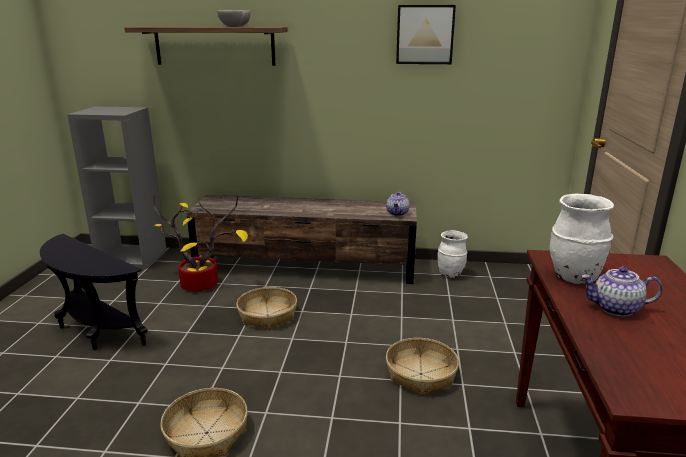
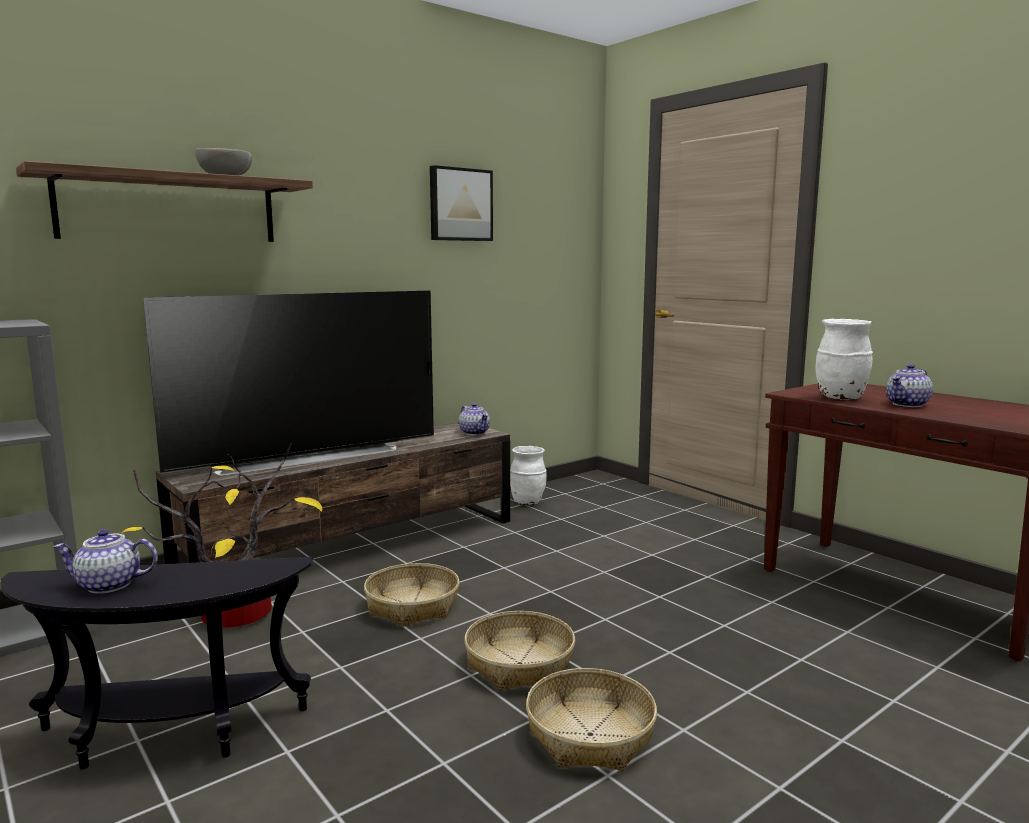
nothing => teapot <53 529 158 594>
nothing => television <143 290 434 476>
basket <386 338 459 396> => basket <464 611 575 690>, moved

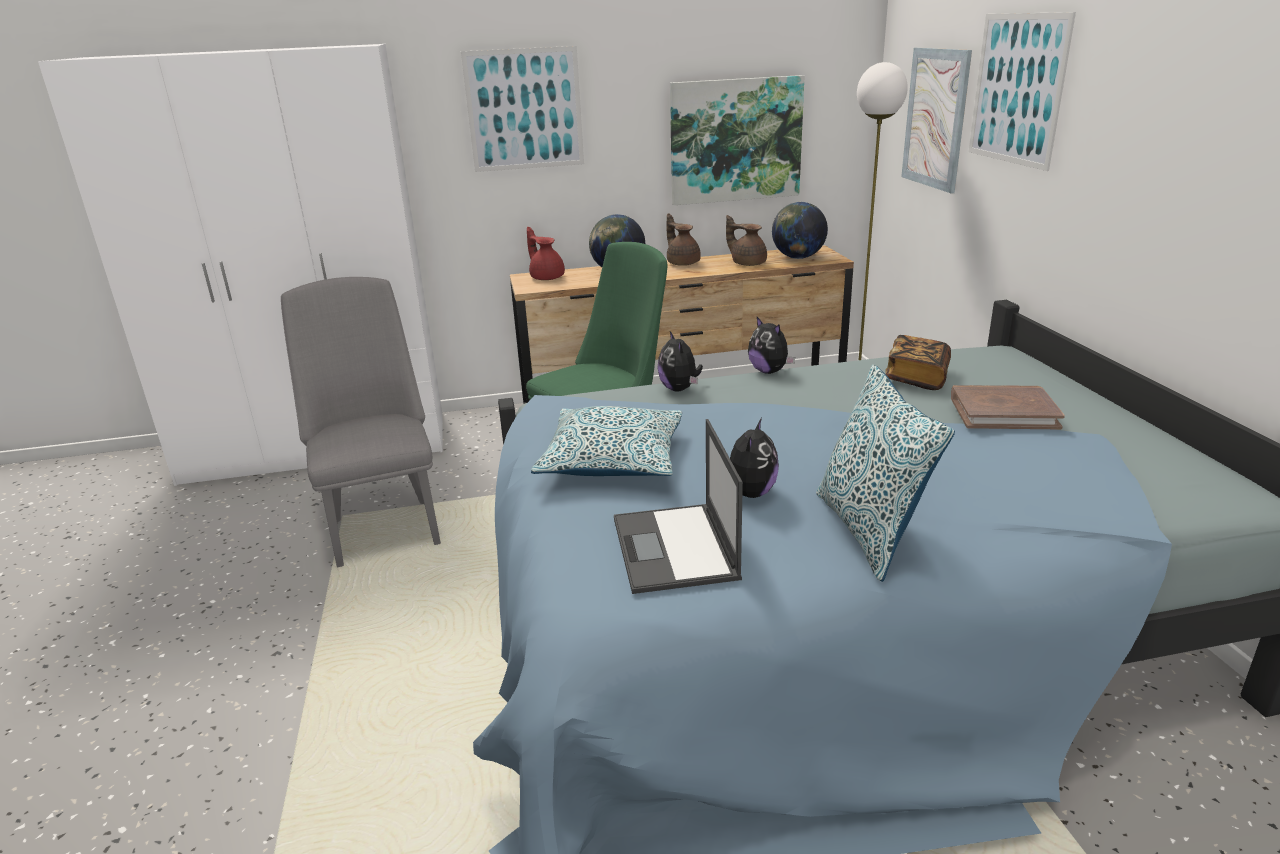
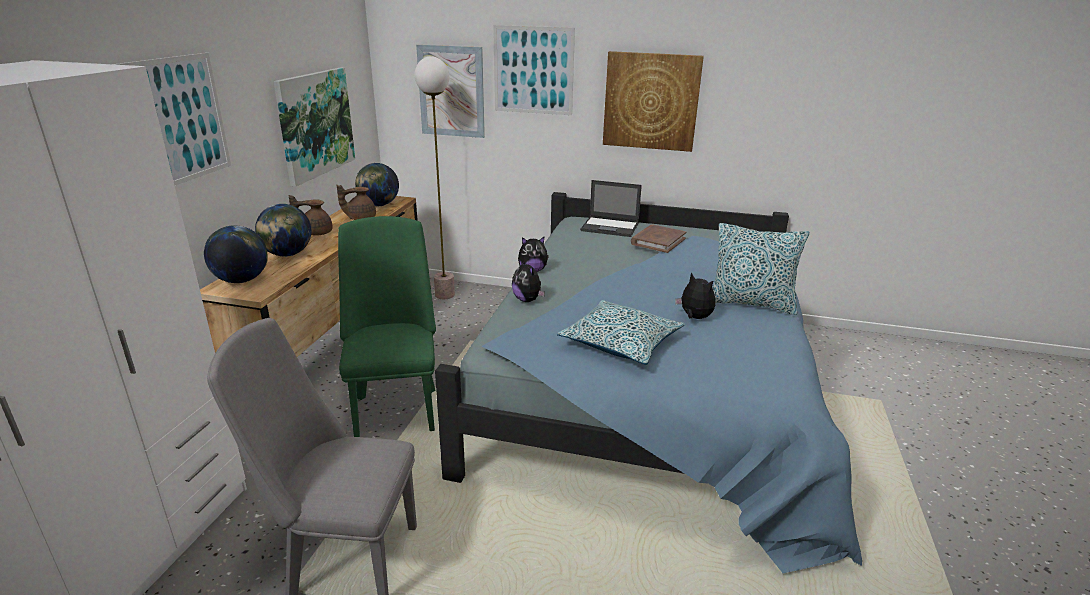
book <885 335 951 390> => nothing
nothing => picture <603 51 704 152>
laptop <614 419 743 594> => laptop <580 180 642 237>, moved
red teapot <527 227 565 280> => globe <204 225 268 283>
plush toy <658 331 703 391> => plush toy <512 259 545 302>, 45 degrees clockwise

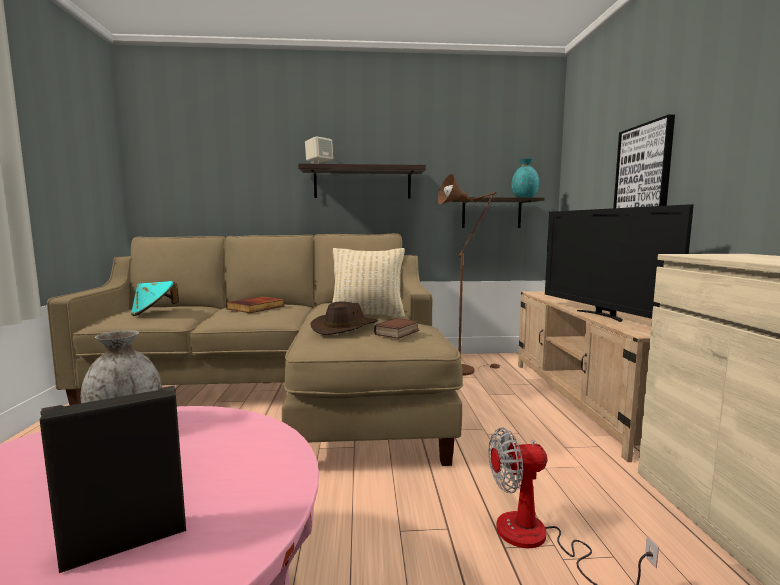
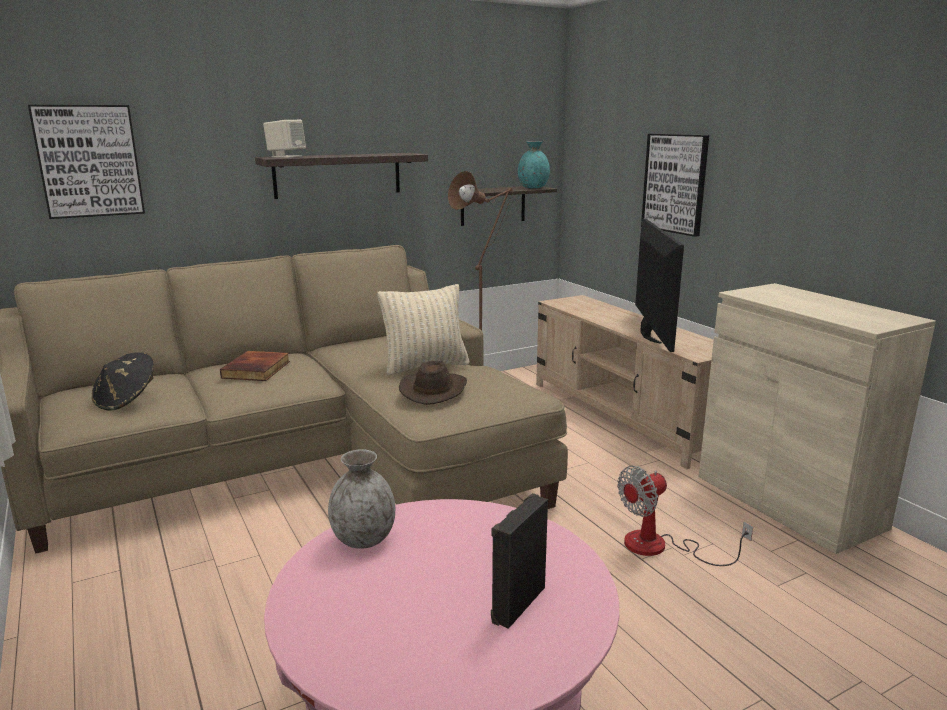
book <374 318 419 339> => nothing
nothing => picture <28 105 145 219>
turquoise hat <131 281 179 316> => black hat <92 353 154 411>
television <545 204 694 322> => television <635 218 684 352>, 135 degrees counterclockwise

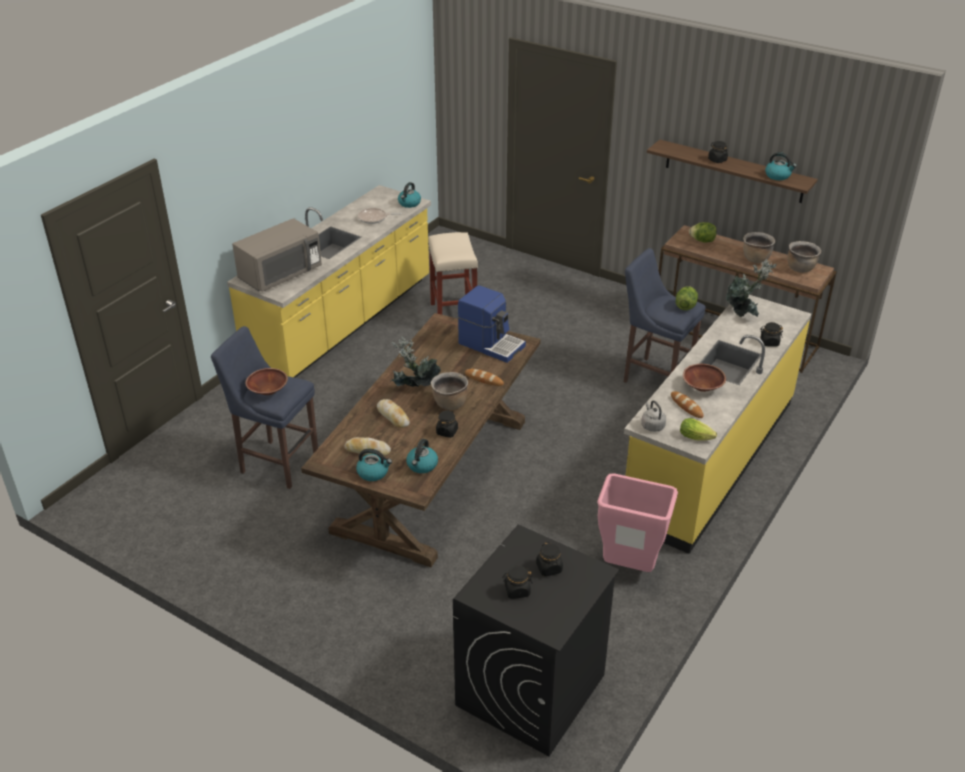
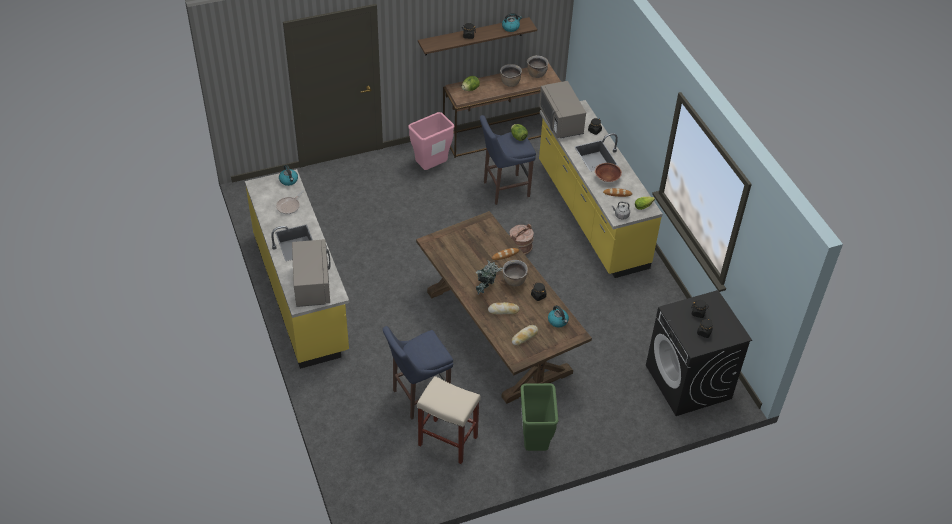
brown bowl <245 368 288 395> => nothing
kettle <356 449 392 481> => nothing
coffee machine <458 285 526 363> => nothing
nothing => brown bucket <510 224 534 255>
nothing => green trash can <521 383 558 451>
beige stool <428 232 478 315> => beige stool <417 376 481 464>, moved
pink trash can <597 473 678 572> => pink trash can <408 112 454 170>, moved
potted plant <726 259 776 317> => grey microwave <539 81 586 138>

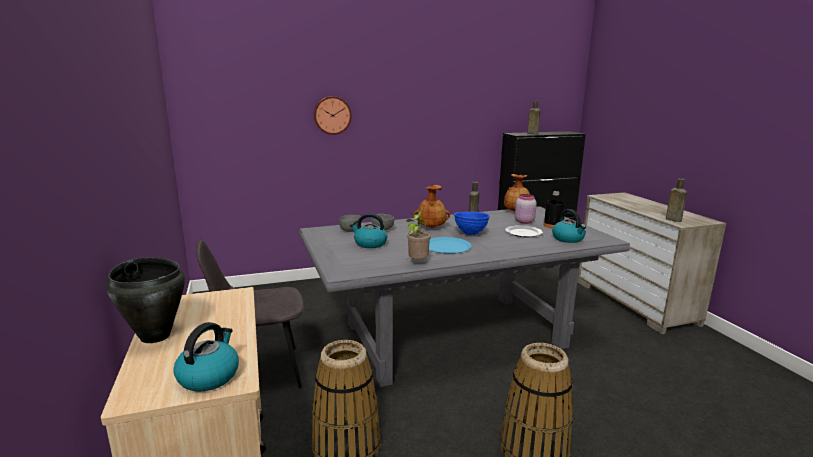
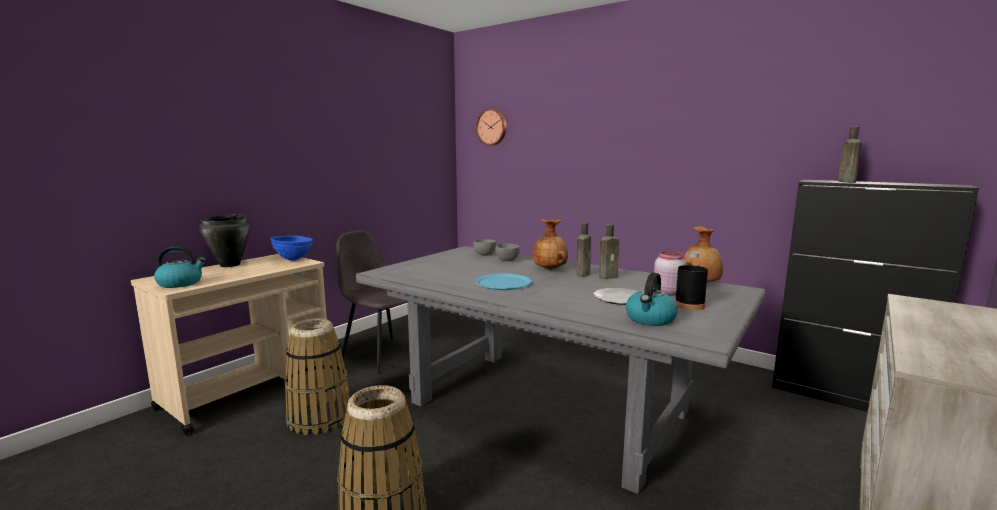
kettle <350 213 387 248> => nothing
potted plant <407 210 430 259> => nothing
wall clock <314 96 352 135> => wall clock <476 109 507 145>, moved
blue bowl <454 212 490 235> => blue bowl <270 235 313 261>, moved
brown bottle <666 178 687 222> => brown bottle <576 222 591 277>, moved

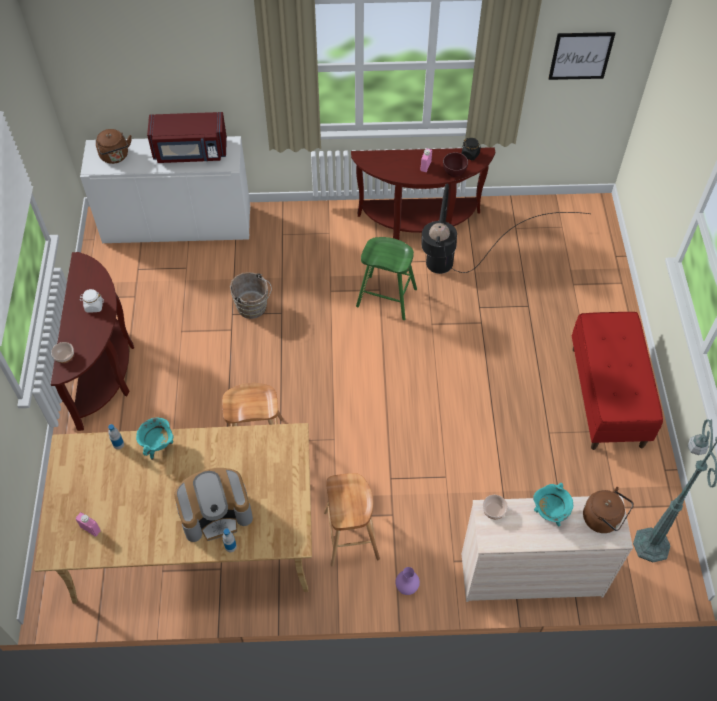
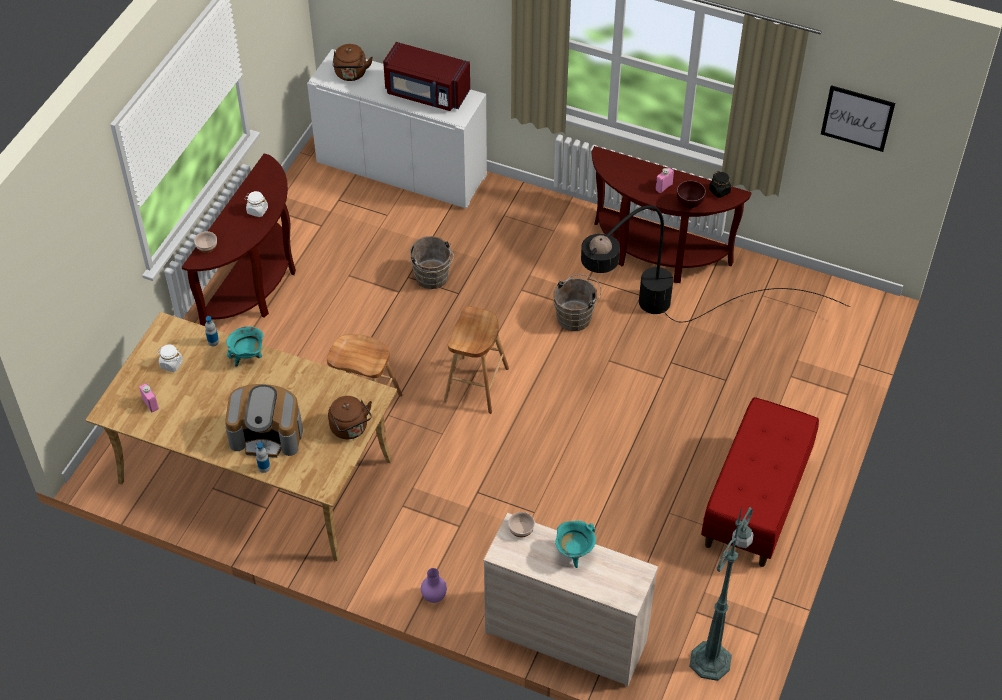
nothing => white jar <157 345 183 372>
brown stool <324 473 380 567> => brown stool <444 306 509 414>, moved
brown kettle <583 487 634 533> => brown kettle <328 396 372 439>, moved
green stool <356 237 417 320> => brown bucket <554 274 601 331>

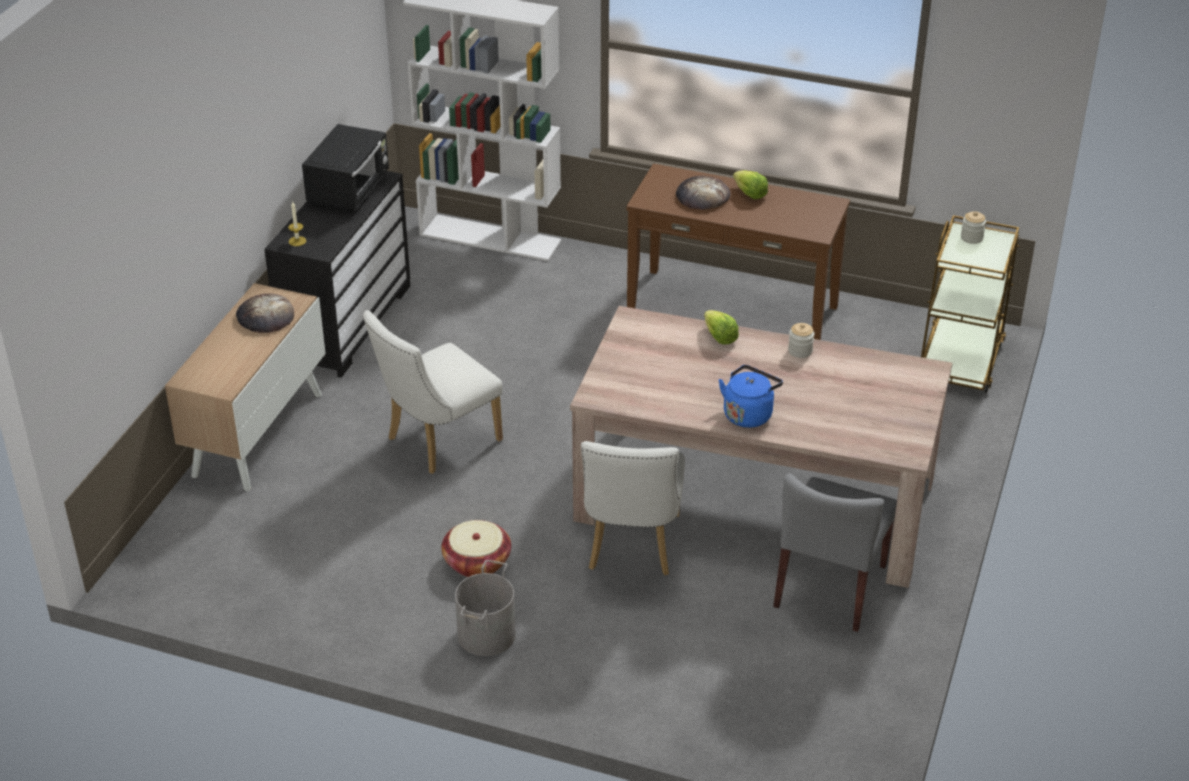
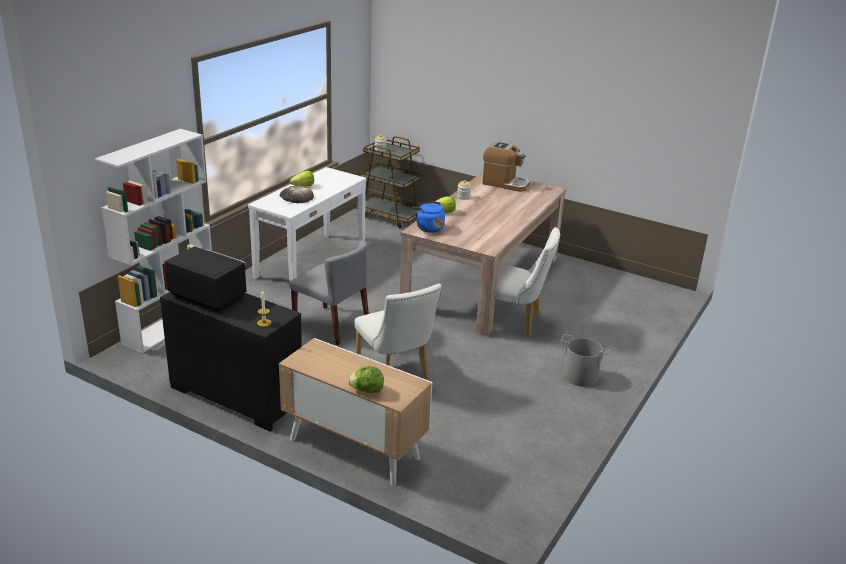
bread <236 294 294 333> => nothing
basket <441 520 511 577> => nothing
nothing => lettuce <348 366 384 393>
nothing => coffee machine <482 141 530 192>
blue kettle <719 365 783 428> => blue kettle <412 201 445 233>, moved
grey chair <773 473 897 632> => grey chair <289 240 369 345>, moved
brown console table <626 164 850 340> => white console table <248 167 367 291>

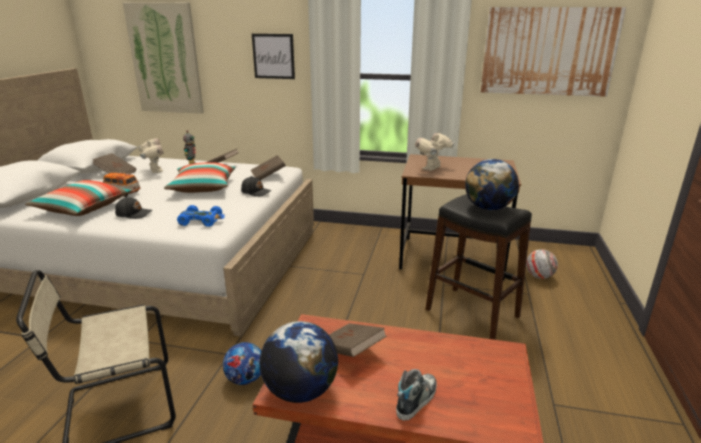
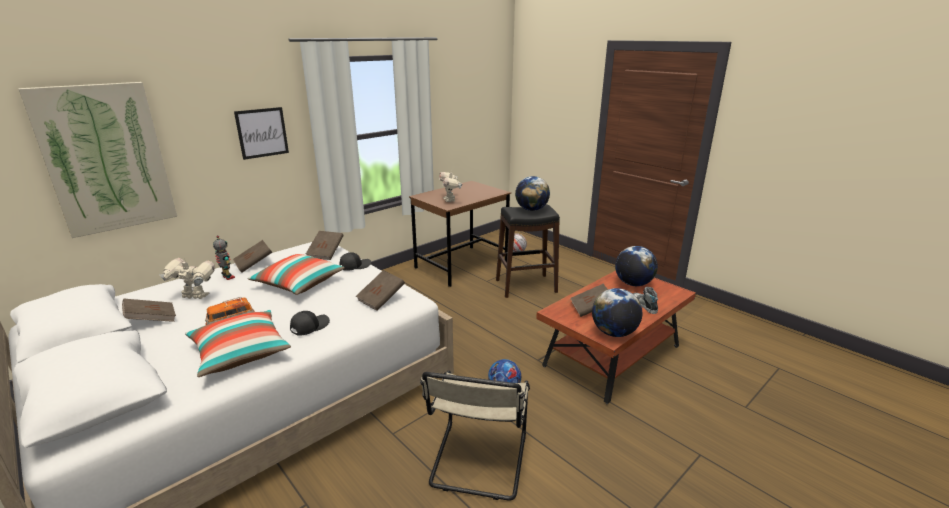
picture <481 7 626 97> => nothing
nothing => globe <615 246 658 286>
blue toy car <177 205 225 227> => brown book <356 270 405 311>

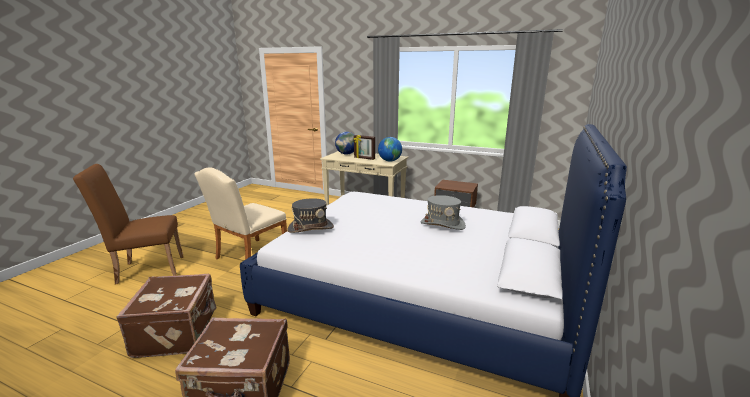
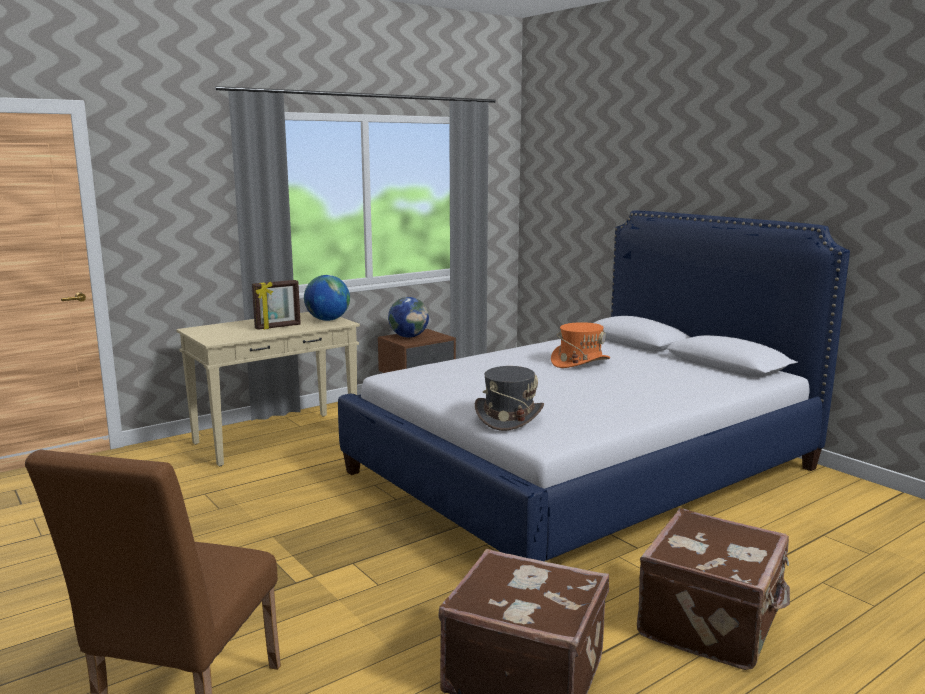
beige chair <194 168 287 260> => nothing
globe <335 132 354 155> => globe <388 297 429 338>, moved
grey hat <420 195 466 230> => orange hat <551 322 610 368>

